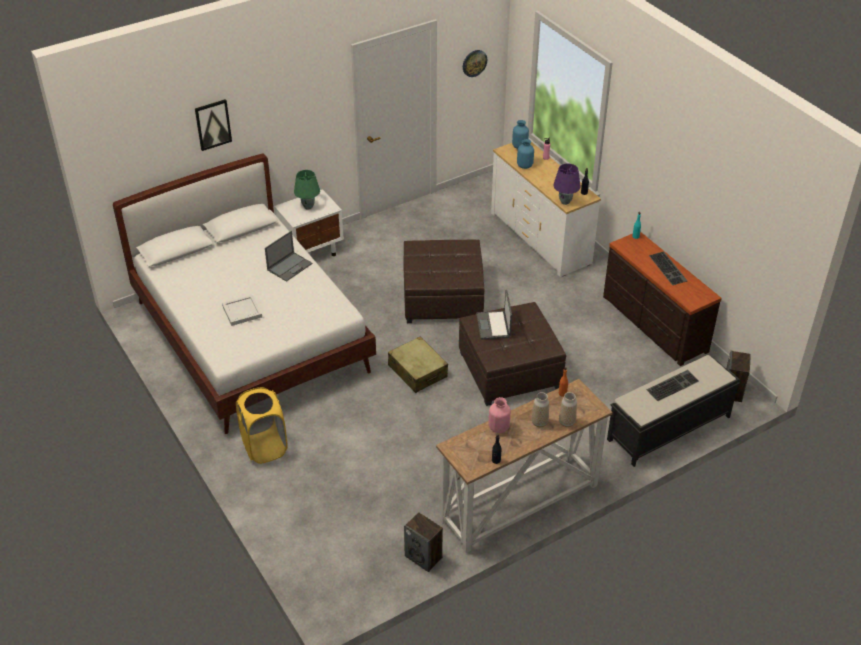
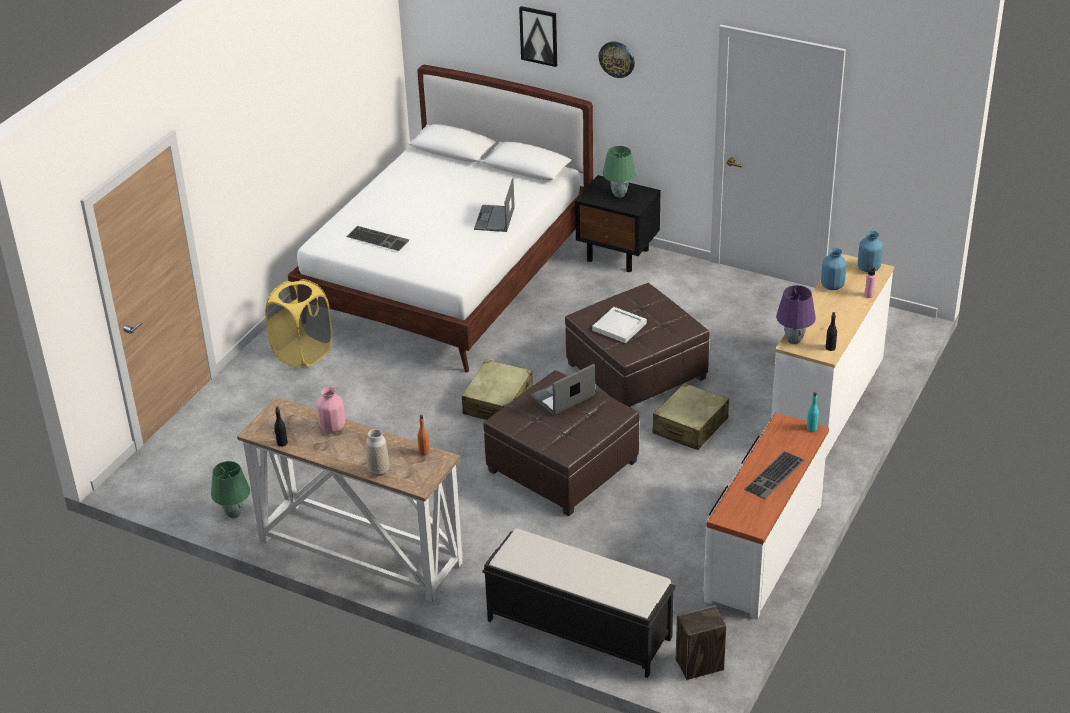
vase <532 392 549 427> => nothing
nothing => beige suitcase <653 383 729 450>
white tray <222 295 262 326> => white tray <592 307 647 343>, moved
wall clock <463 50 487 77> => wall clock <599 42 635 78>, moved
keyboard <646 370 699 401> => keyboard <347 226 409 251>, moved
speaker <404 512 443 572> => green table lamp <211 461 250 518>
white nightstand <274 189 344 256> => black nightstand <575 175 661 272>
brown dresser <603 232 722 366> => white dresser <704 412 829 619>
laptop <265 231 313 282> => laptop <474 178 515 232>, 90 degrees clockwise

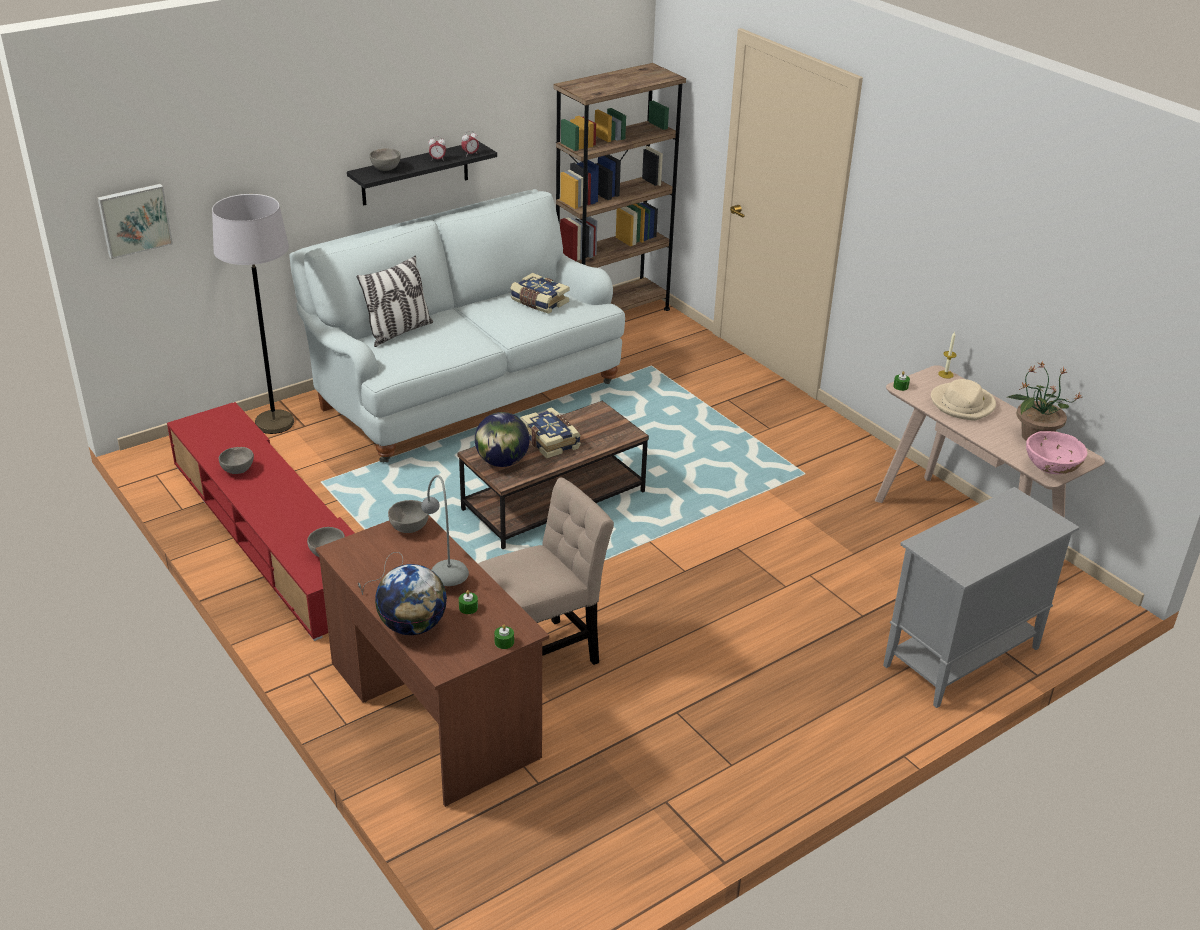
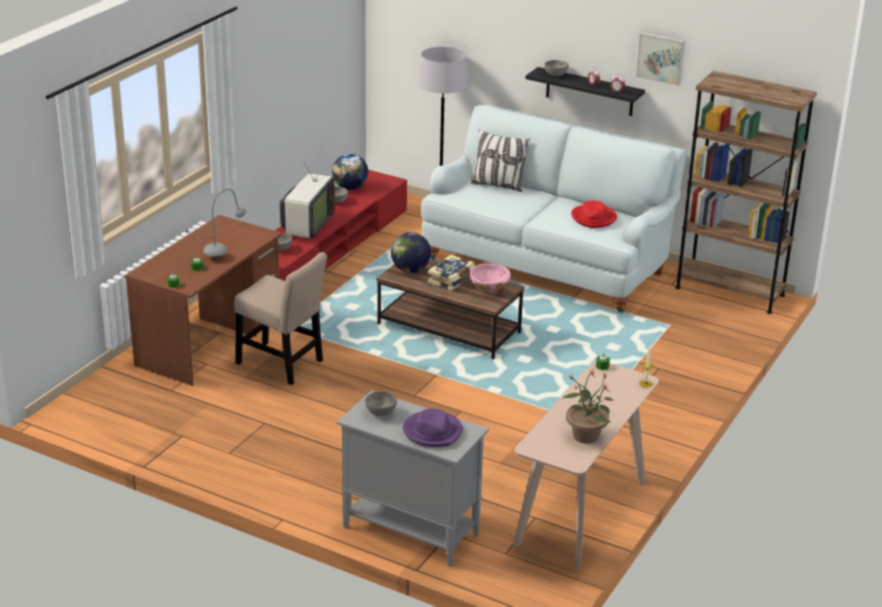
beige hat <931 379 996 421> => nothing
nothing => television <280 148 335 241>
nothing => purple hat <402 408 463 447>
picture <97 184 173 259> => picture <636 32 685 86>, moved
globe <375 564 447 635> => globe <332 154 369 190>, moved
grey bowl <388 500 429 533> => grey bowl <365 391 397 417>, moved
pink bowl <1026 431 1087 474> => pink bowl <470 264 511 292>, moved
book <510 273 569 314> => red hat <571 201 617 228>

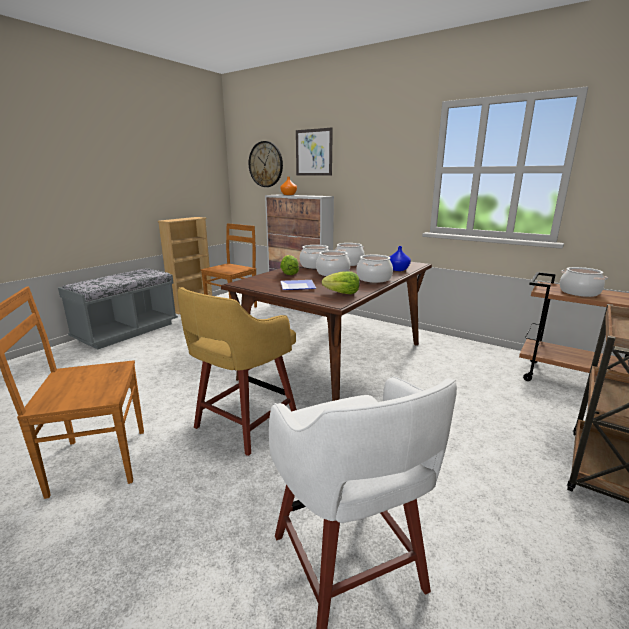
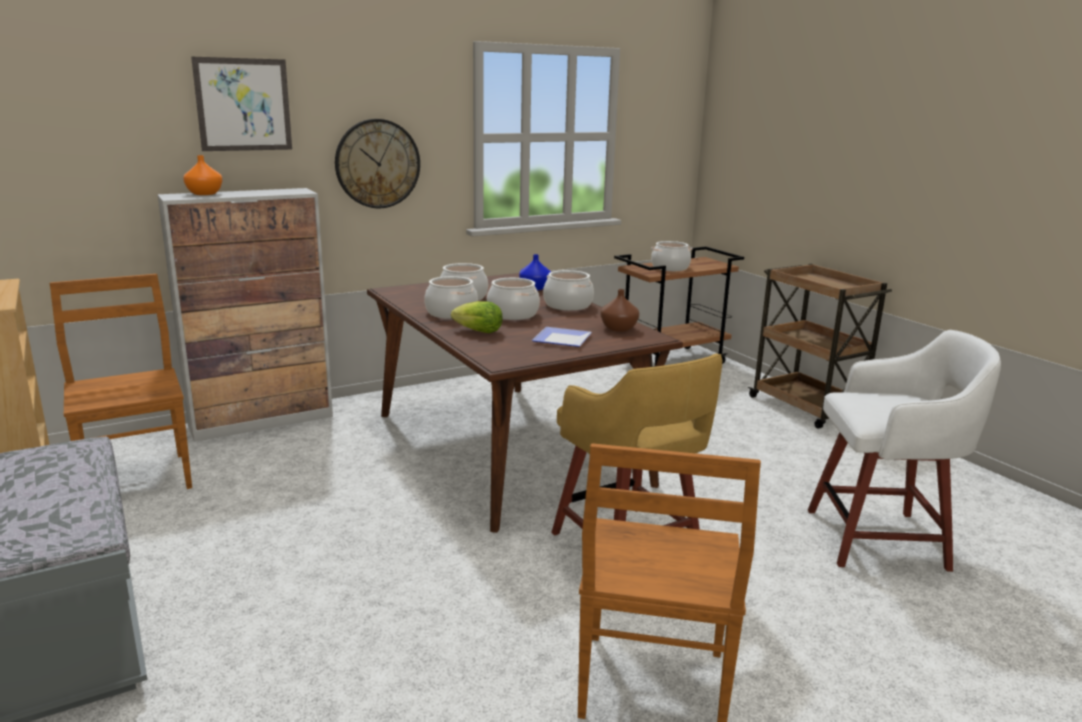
wall clock <249 141 283 187> => wall clock <335 119 420 208>, moved
lettuce <322 271 360 294> => brown vase <601 289 639 332>

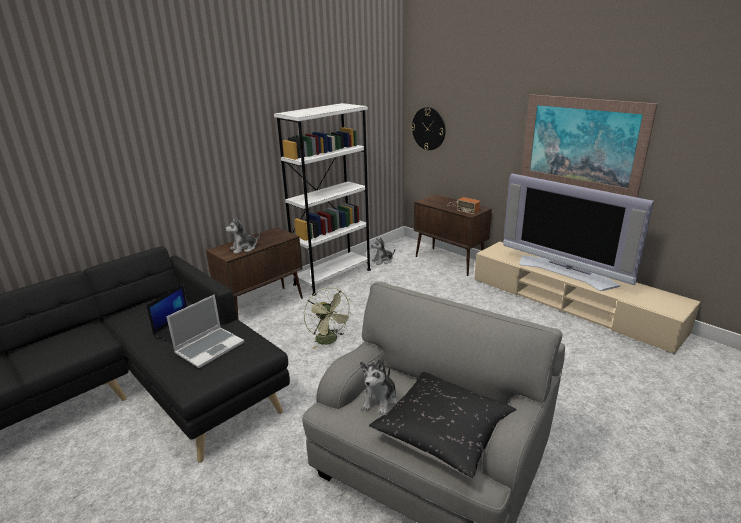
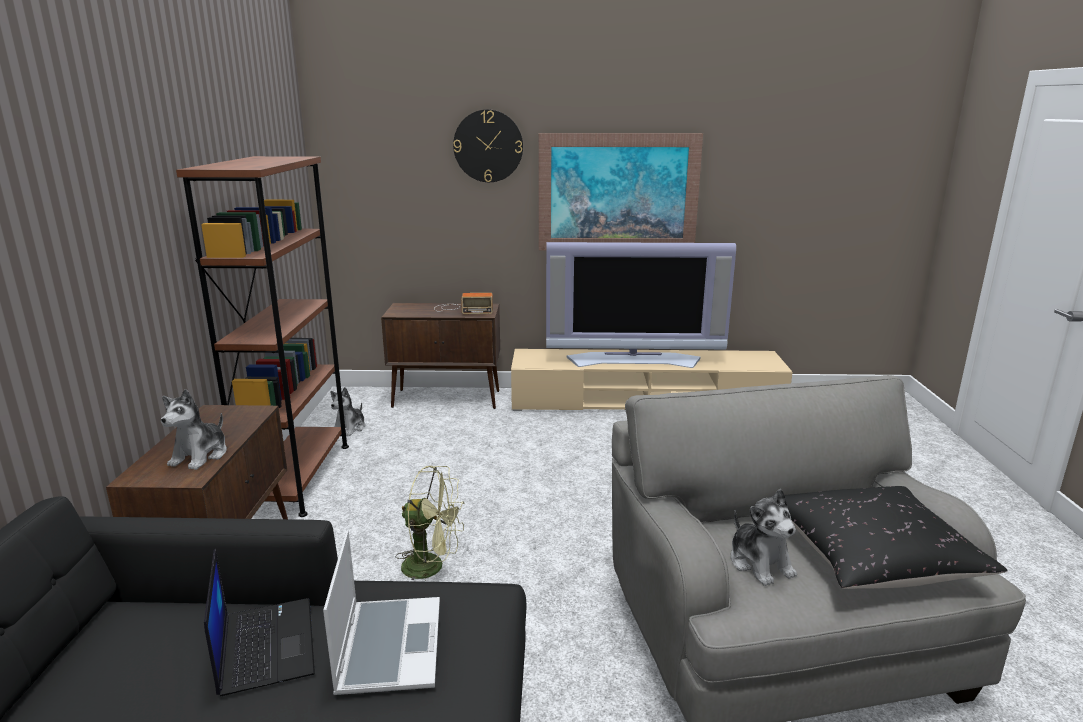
wall clock <411 107 446 150> => wall clock <453 109 523 182>, moved
white bookcase <274 103 371 296> => brown bookcase <176 156 349 517>

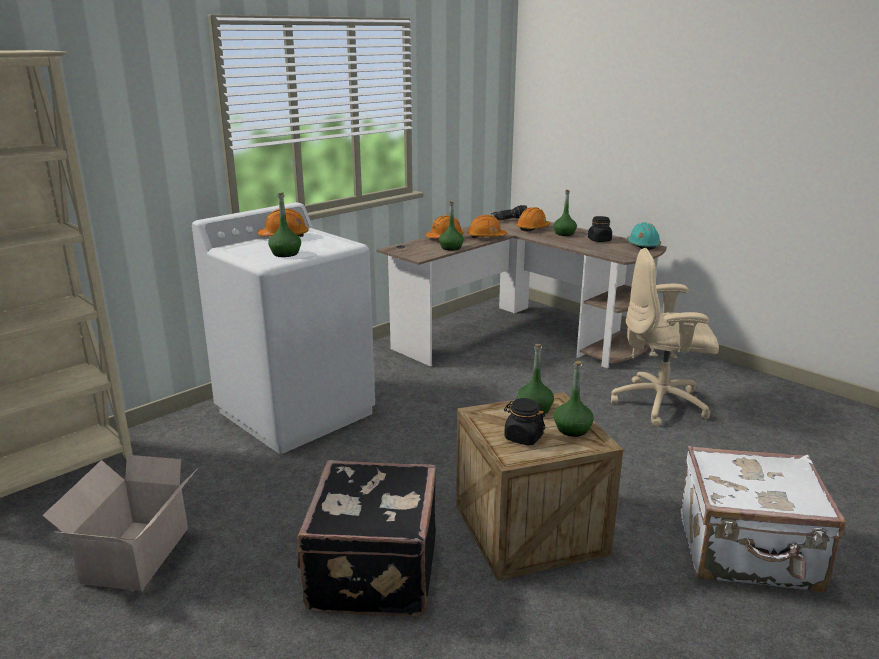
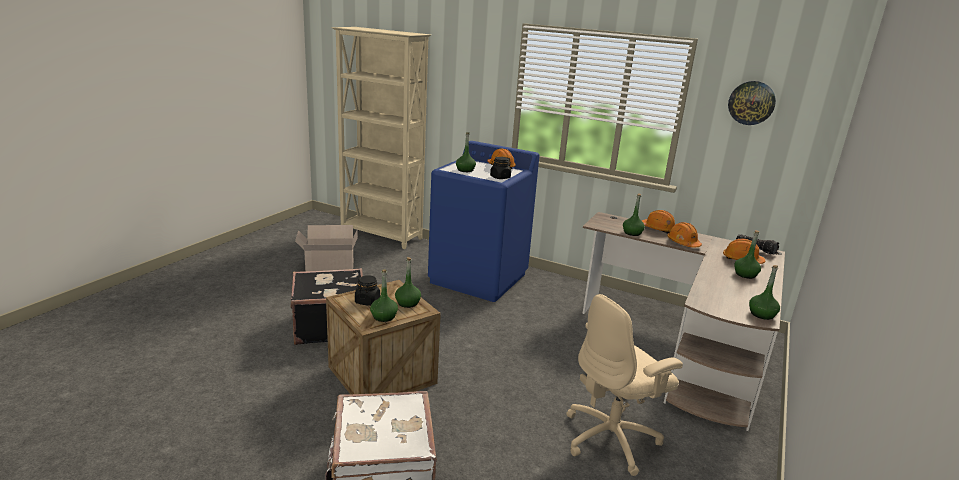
nothing => wall clock <728 81 776 125>
black jar <588 216 612 242> => black jar <490 157 511 179>, moved
turquoise hard hat <627 222 661 250> => green bottle <749 265 780 320>
white washing machine <192 202 375 454> => blue washing machine <428 141 539 302>
beige office chair <611 248 719 427> => beige office chair <566 294 683 476>, 105 degrees counterclockwise

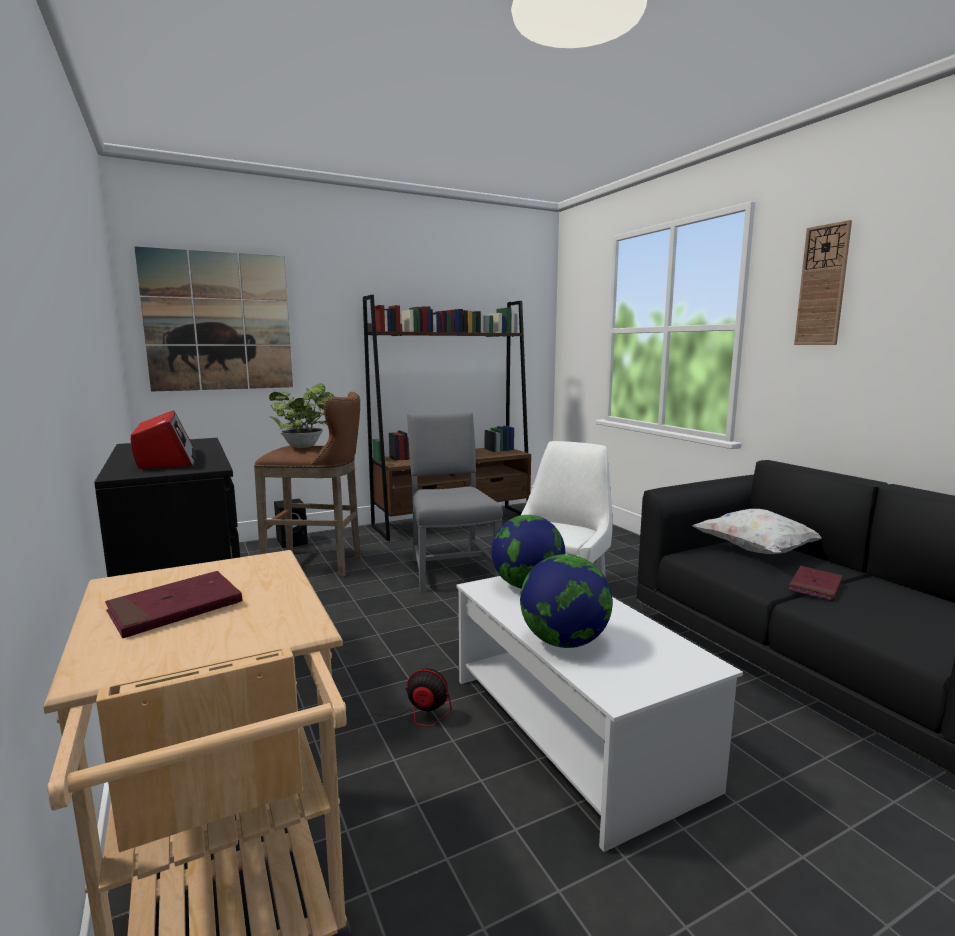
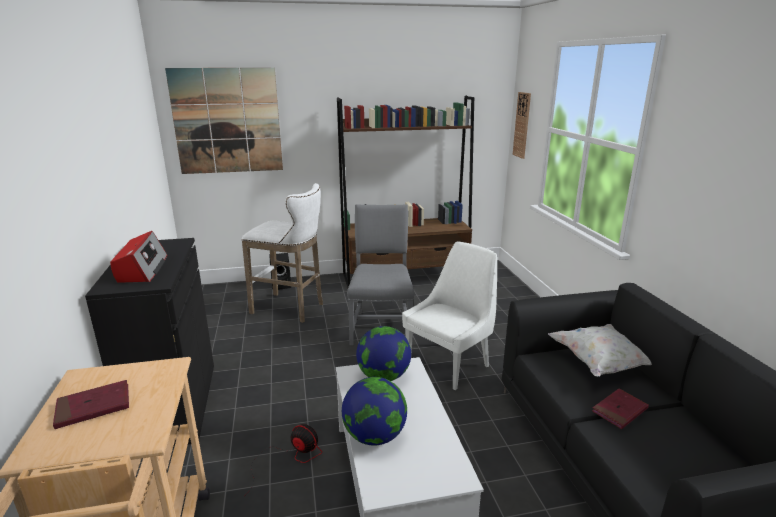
potted plant <269 383 335 448> => nothing
wall clock <794 220 852 345> => wall clock <513 92 531 159>, moved
brown stool <254 392 361 577> => white stool <242 183 323 323>

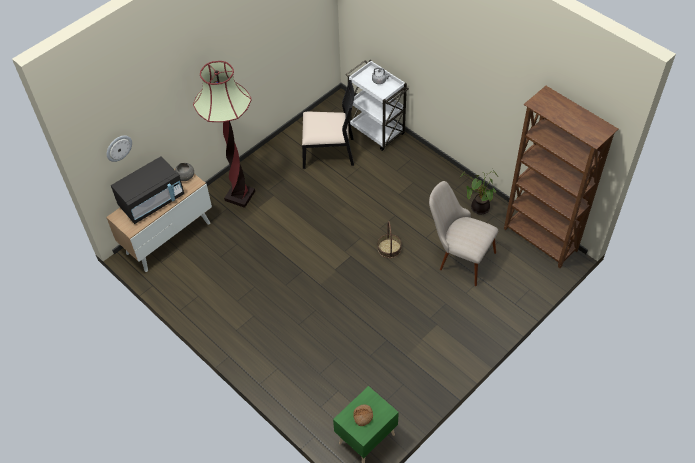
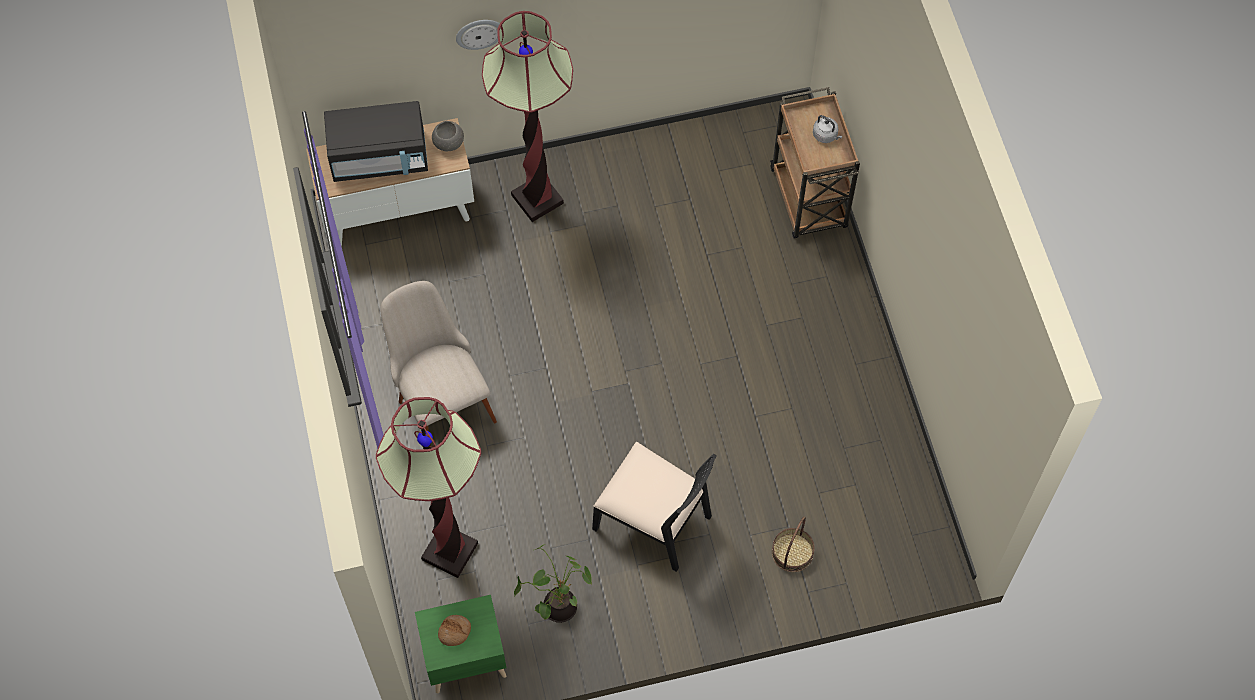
brown bookcase <504 86 618 268> => nothing
nothing => floor lamp <376 397 481 578>
wall clock <107 135 132 162> => wall clock <456 20 500 50>, moved
black chair <302 80 354 169> => black chair <592 442 717 572>, moved
basket <377 221 402 258> => basket <772 517 815 572>, moved
beige chair <429 181 498 286> => beige chair <380 281 497 431>, moved
potted plant <460 170 499 214> => potted plant <514 544 592 623>, moved
white cart <346 60 409 151> => brown cart <770 87 860 239>

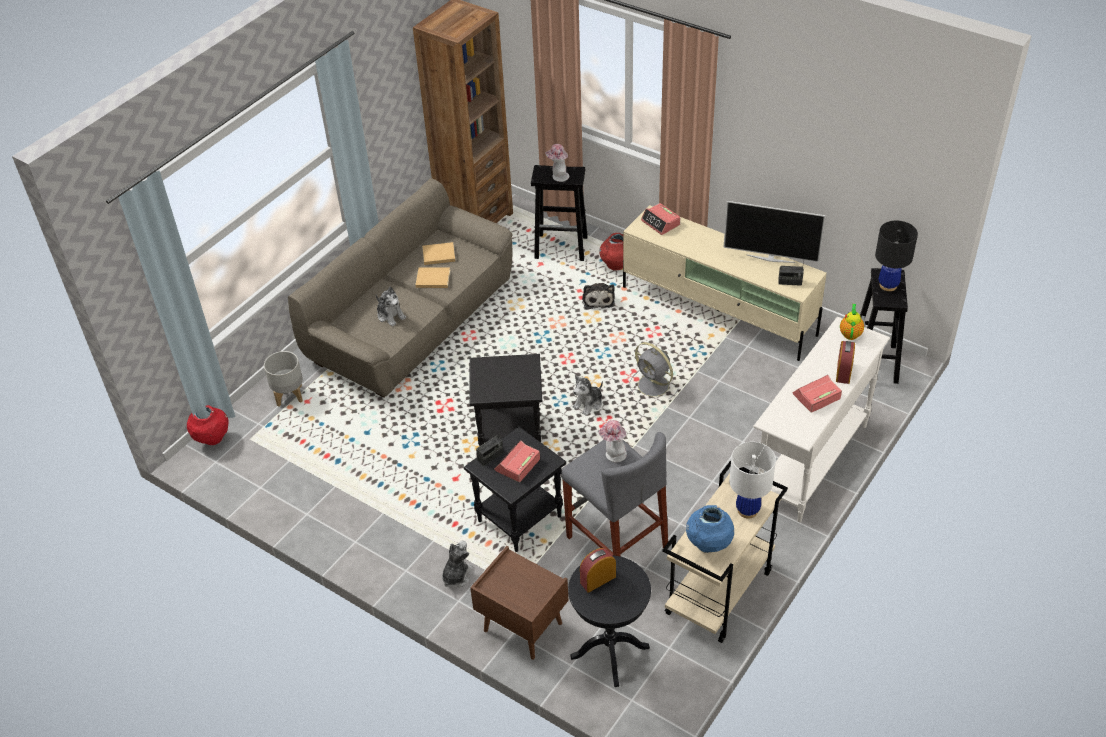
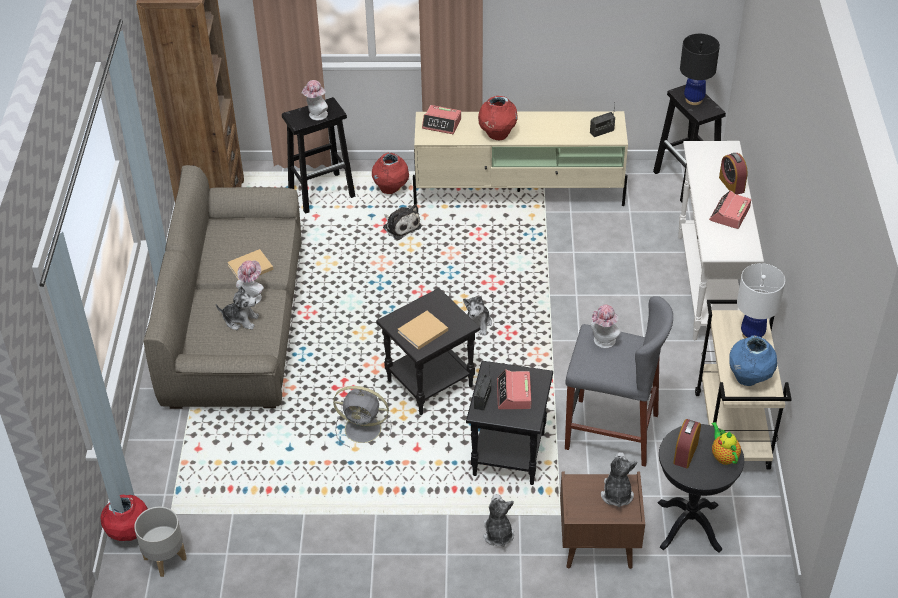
television <723 201 826 263> => nothing
nothing => hat <236 260 264 304>
nothing => red vase <478 96 518 140>
nothing => plush toy <601 452 637 507>
grey planter <264 351 303 406> => grey planter <134 507 187 577>, moved
beige book <422 242 456 265> => beige book <398 311 448 350>, moved
grey fan <630 342 678 399> => grey fan <333 386 392 448>, moved
teapot <840 304 864 340> => teapot <711 422 741 465>, moved

